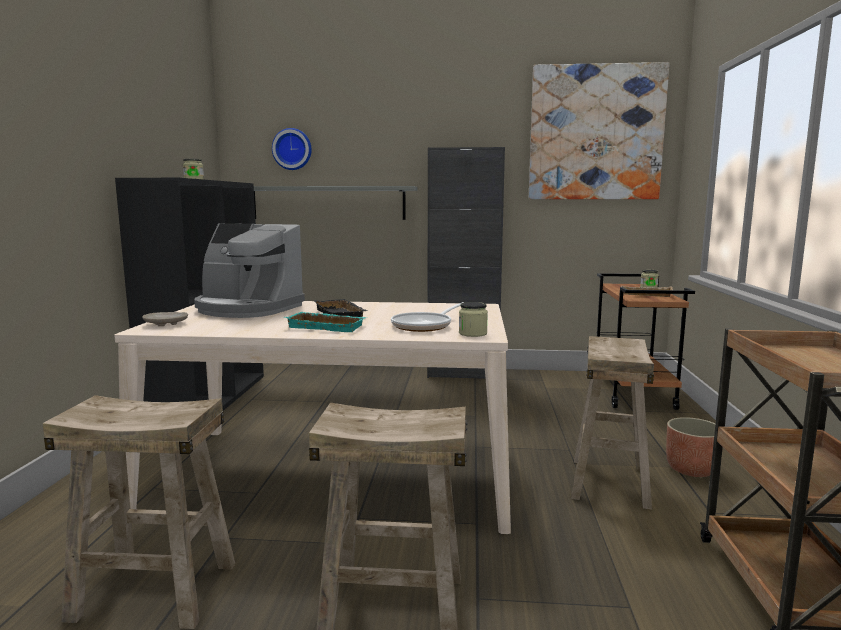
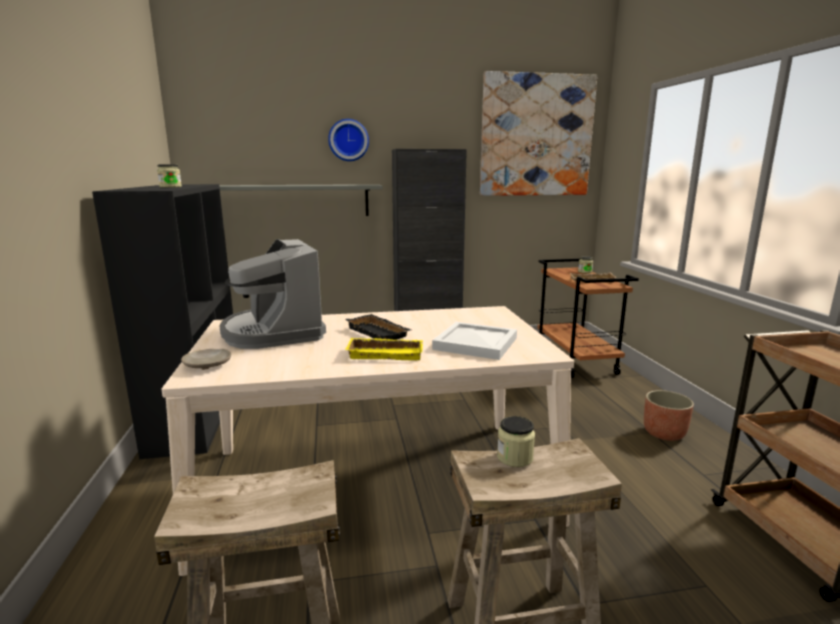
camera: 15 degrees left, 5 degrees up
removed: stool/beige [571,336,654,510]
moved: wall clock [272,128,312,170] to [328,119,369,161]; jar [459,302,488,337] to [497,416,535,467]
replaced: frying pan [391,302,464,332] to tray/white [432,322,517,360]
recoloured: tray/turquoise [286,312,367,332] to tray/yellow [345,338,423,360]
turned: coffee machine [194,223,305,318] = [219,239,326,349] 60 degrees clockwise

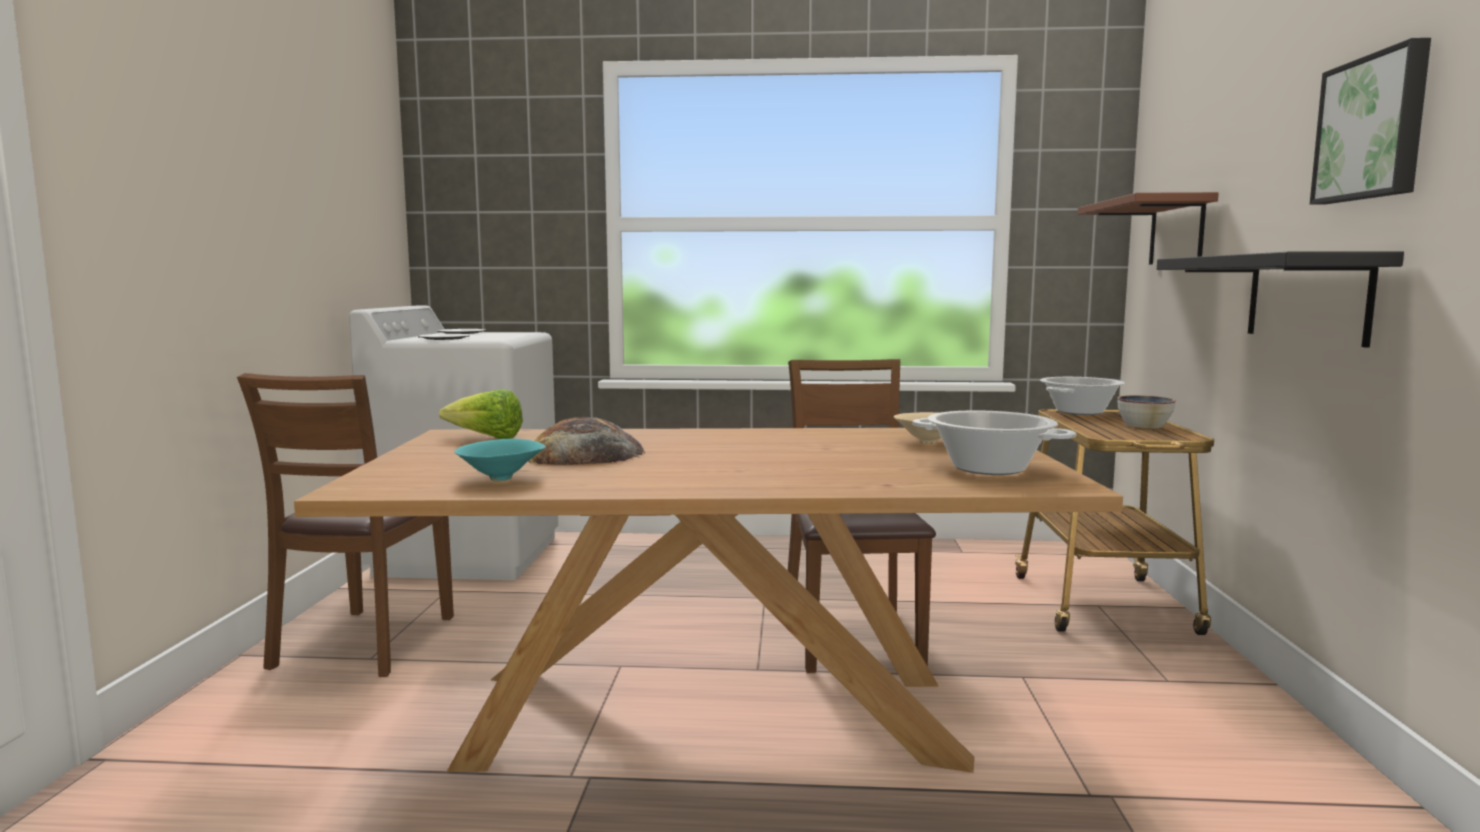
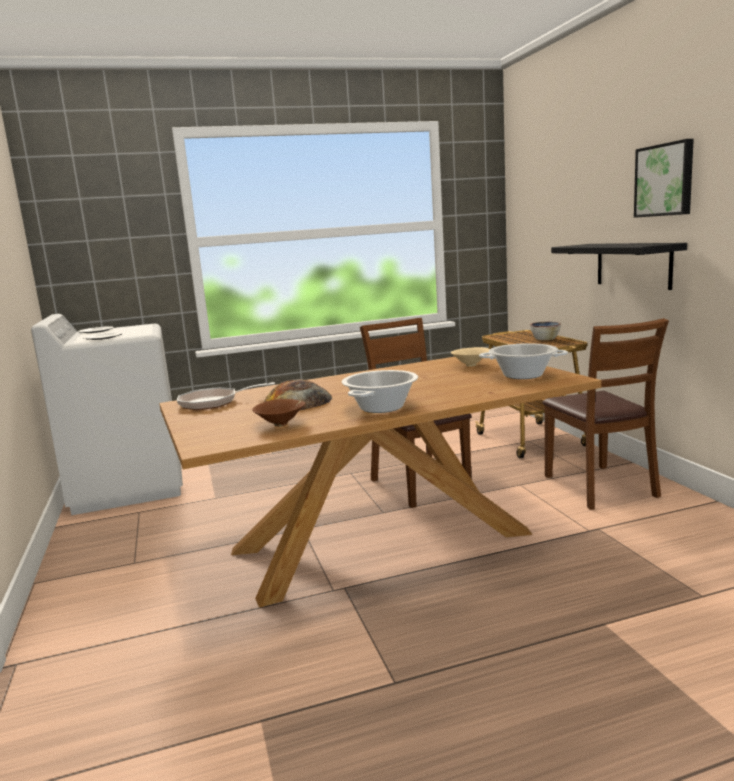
camera: 20 degrees left, 5 degrees up
removed: shelf/brown [1078,192,1219,265]
moved: cooking pot [1040,377,1125,415] to [342,370,418,413]; chair/brown [237,373,454,677] to [542,318,669,510]
replaced: lettuce [439,389,523,439] to frying pan [177,382,275,410]
recoloured: bowl/turquoise [454,439,546,481] to bowl/brown [252,399,305,427]

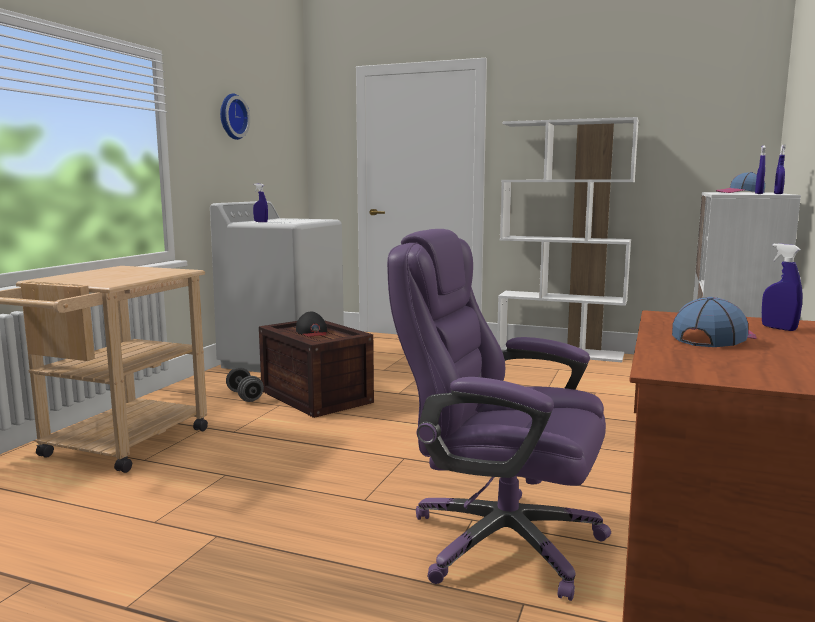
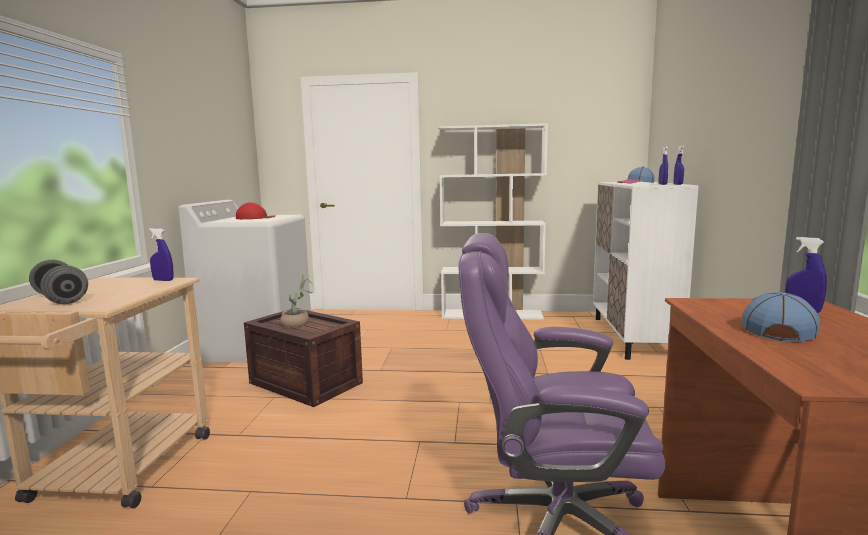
camera: 15 degrees left, 0 degrees up
removed: wall clock [220,94,250,140]
added: cap/red [236,202,276,219]
moved: dumbbell/grey [226,367,264,402] to [29,260,88,304]; spray bottle/blue [253,184,268,222] to [149,228,174,281]
replaced: cap/black [296,312,327,337] to potted plant [281,275,313,328]

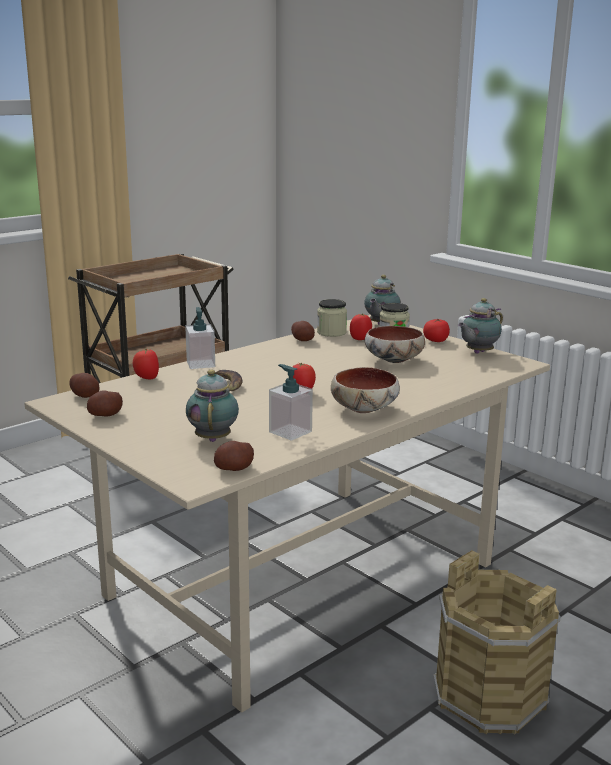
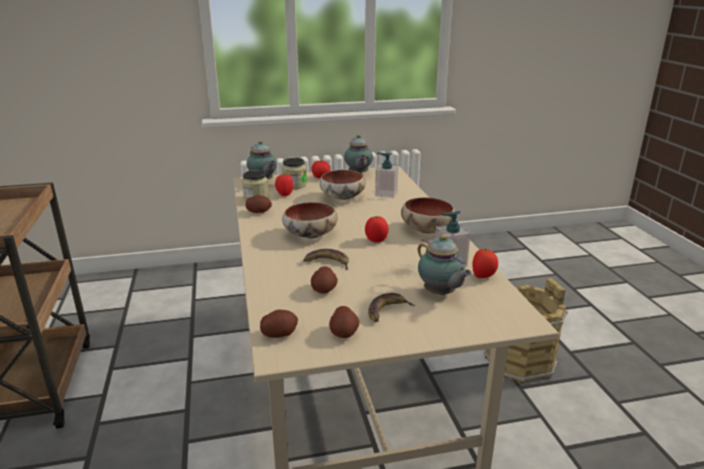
camera: 60 degrees left, 5 degrees up
added: bowl [282,202,337,238]; banana [368,293,415,322]
moved: potato [214,441,254,471] to [311,266,338,293]; soap dispenser [185,307,215,369] to [375,152,398,198]; tomato [133,349,159,379] to [472,248,498,278]
turned: teapot [186,370,239,442] = [418,234,472,295] 150 degrees counterclockwise

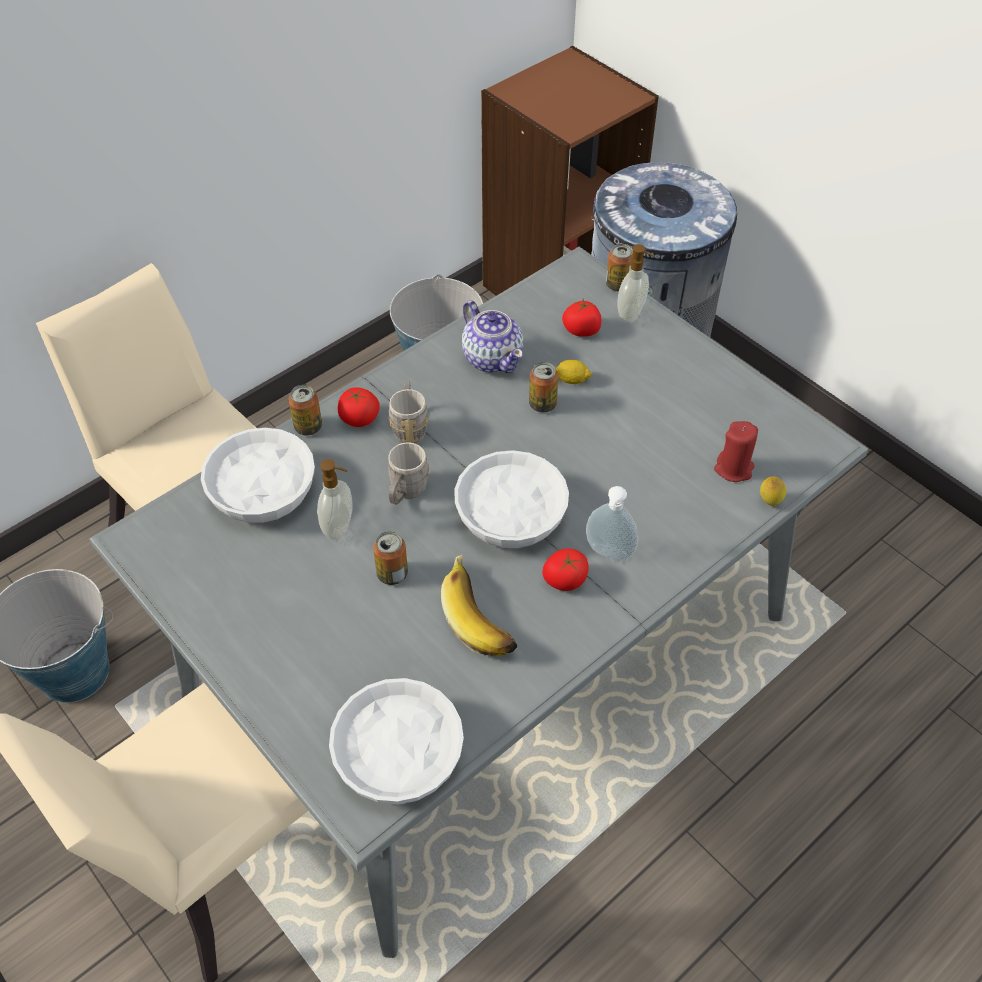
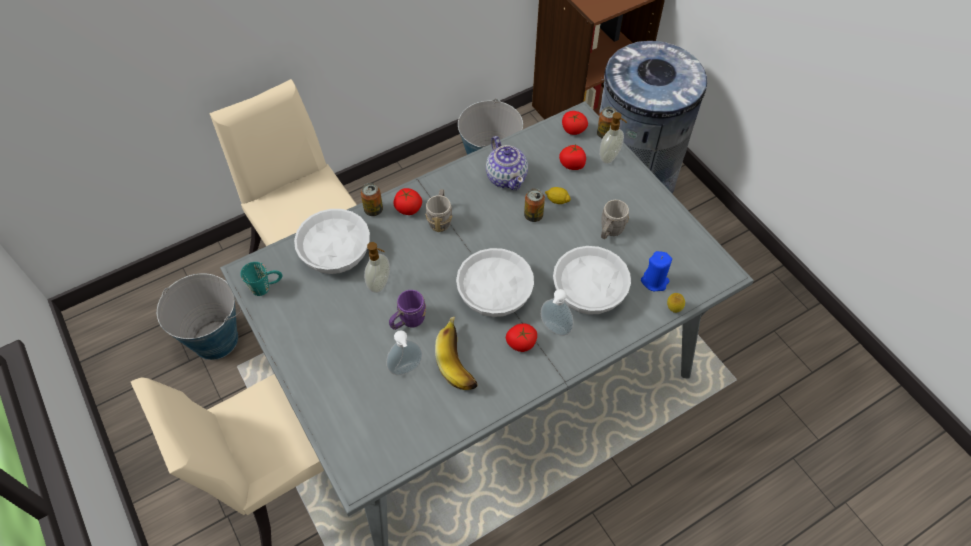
camera: 10 degrees right, 5 degrees up
added: mug/turquoise [240,262,283,296]; soap dispenser [386,330,423,376]; tomato [562,111,588,135]
moved: bowl/white [329,678,464,805] to [553,246,631,315]; mug/grey [388,442,429,505] to [601,200,629,239]
replaced: can [373,531,408,585] to mug/purple [389,290,426,330]
recoloured: candle/red [714,421,758,482] to candle/blue [641,251,672,291]

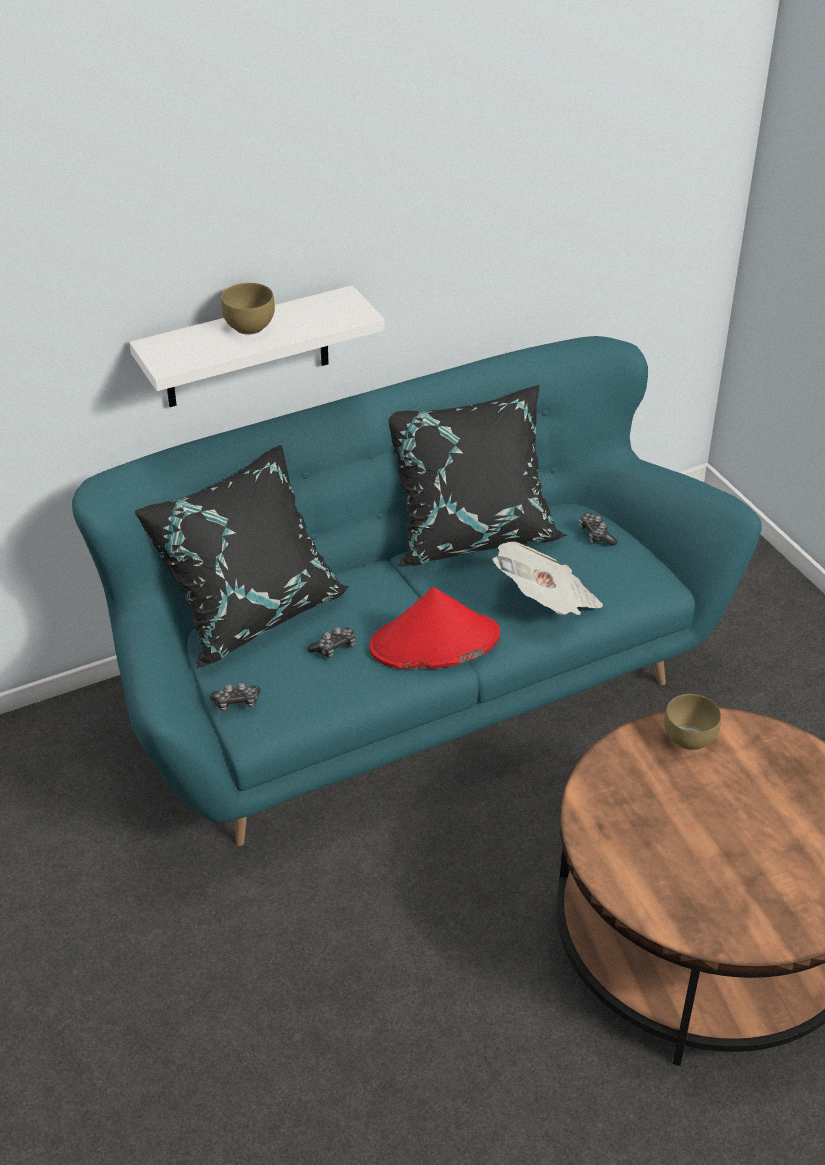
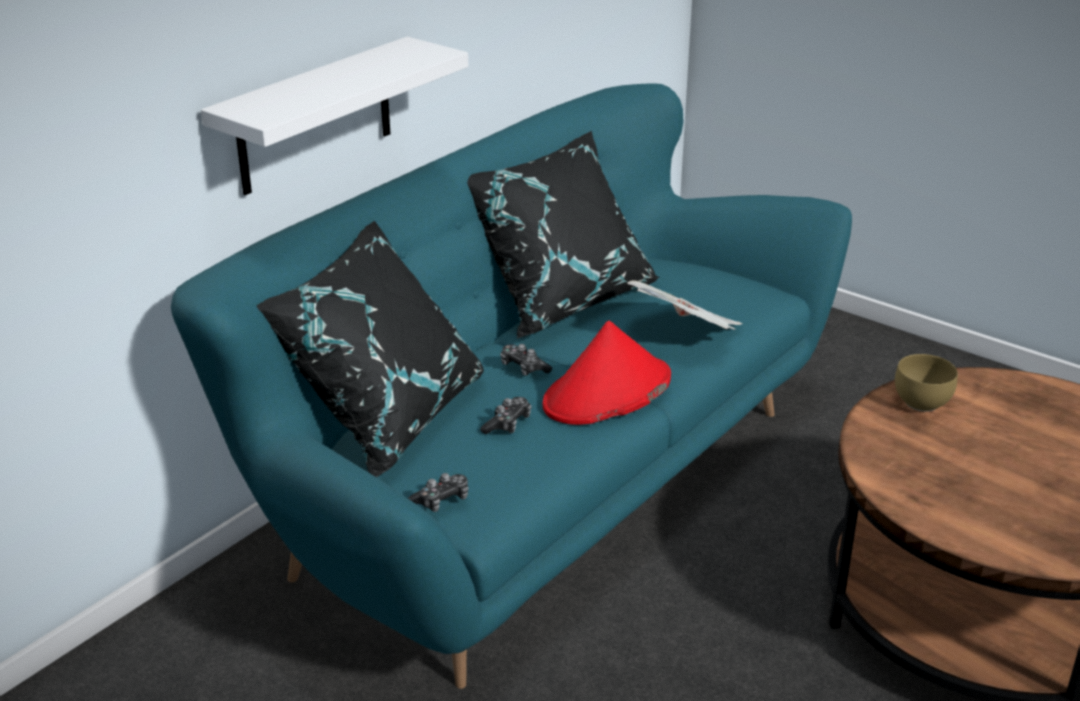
camera: 25 degrees left, 10 degrees down
removed: bowl/brown [221,283,275,335]
moved: game controller [579,513,618,546] to [500,344,552,376]

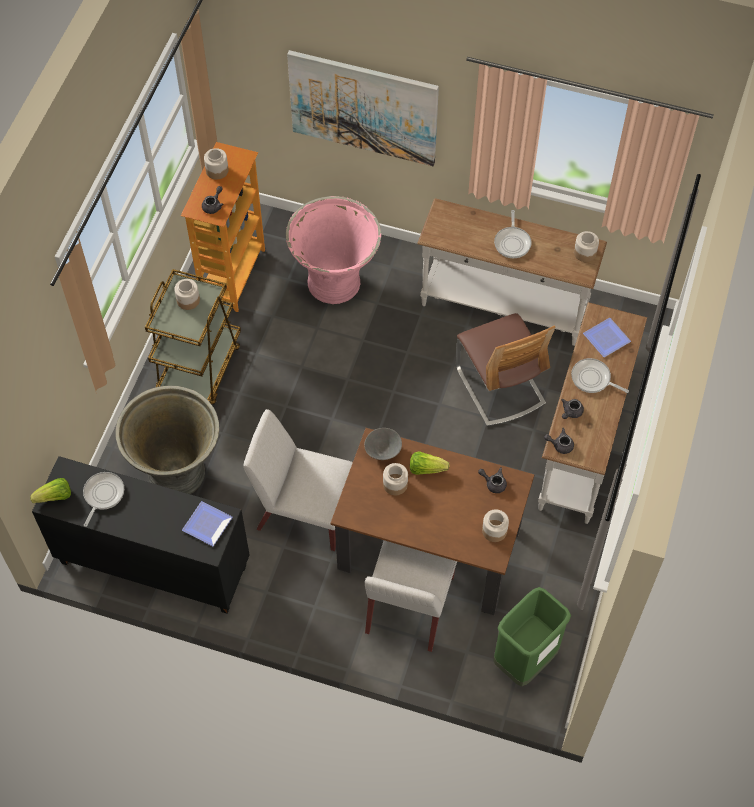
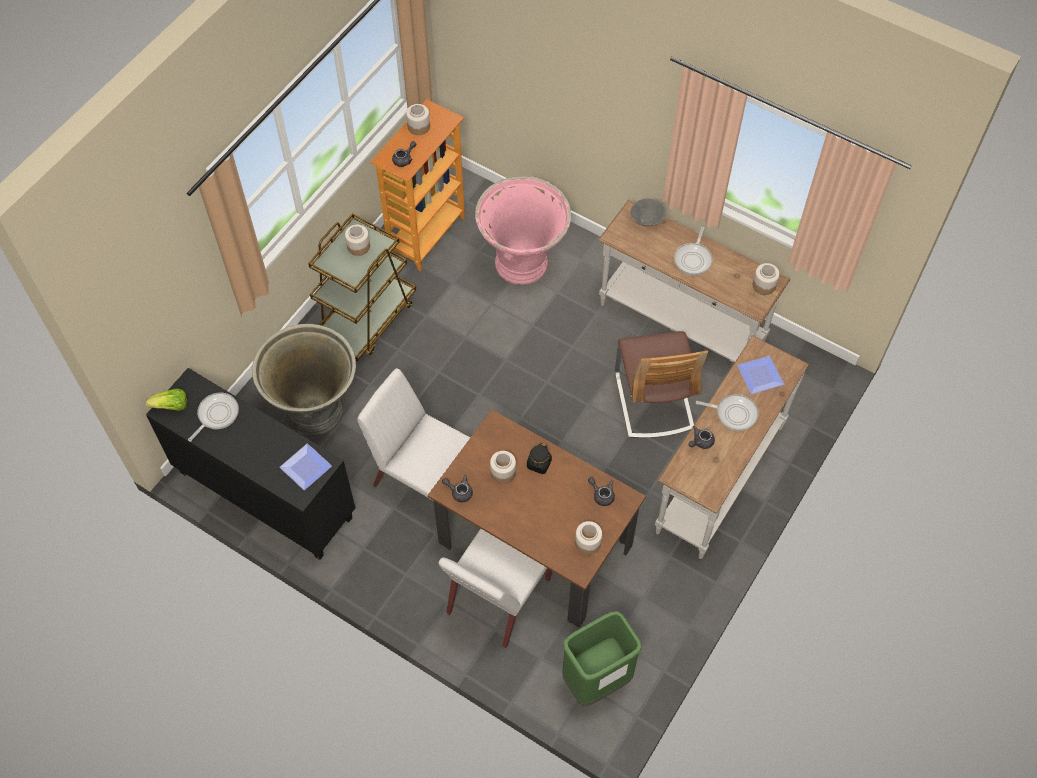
camera: 15 degrees right, 0 degrees up
removed: picture [287,50,439,166]
moved: teapot/grey [544,428,574,454] to [442,475,473,502]; bowl/grey [364,428,402,460] to [630,198,666,226]
replaced: lettuce [410,451,450,475] to jar/black [527,443,552,474]
turned: frying pan [571,358,629,393] = [696,394,759,431] 150 degrees clockwise

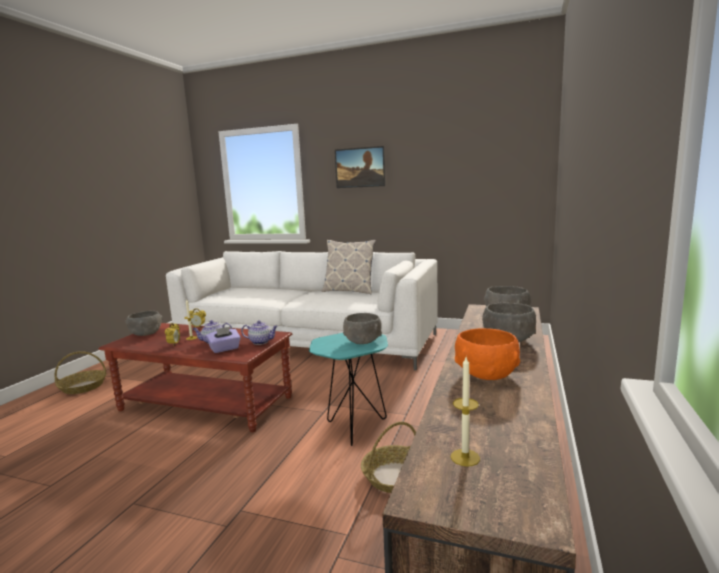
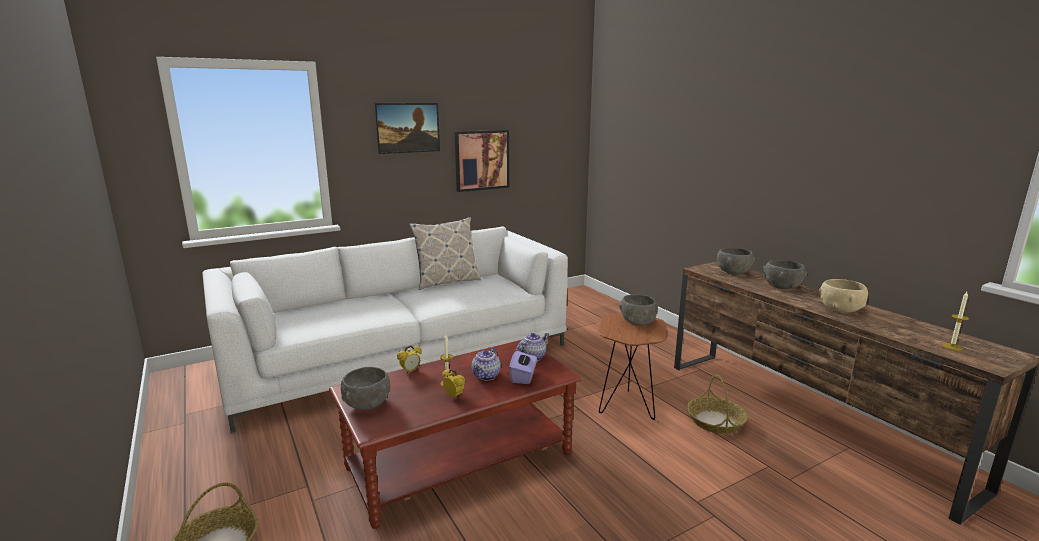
camera: 50 degrees left, 5 degrees up
added: picture [455,130,509,192]
recoloured: side table/turquoise [309,333,388,446] to side table/brown [598,313,667,420]; bowl/orange [455,328,520,380] to bowl/beige [819,279,868,313]

